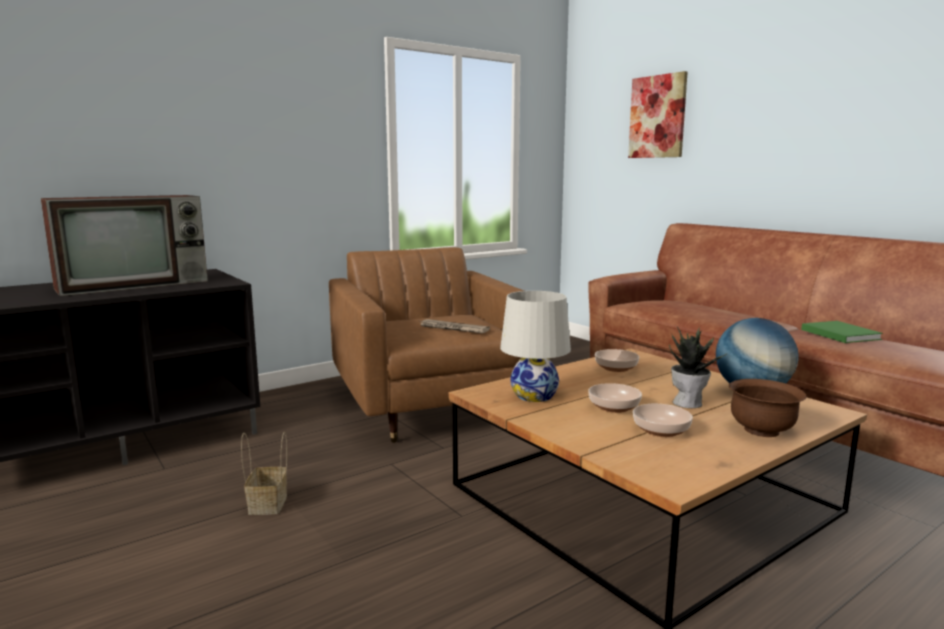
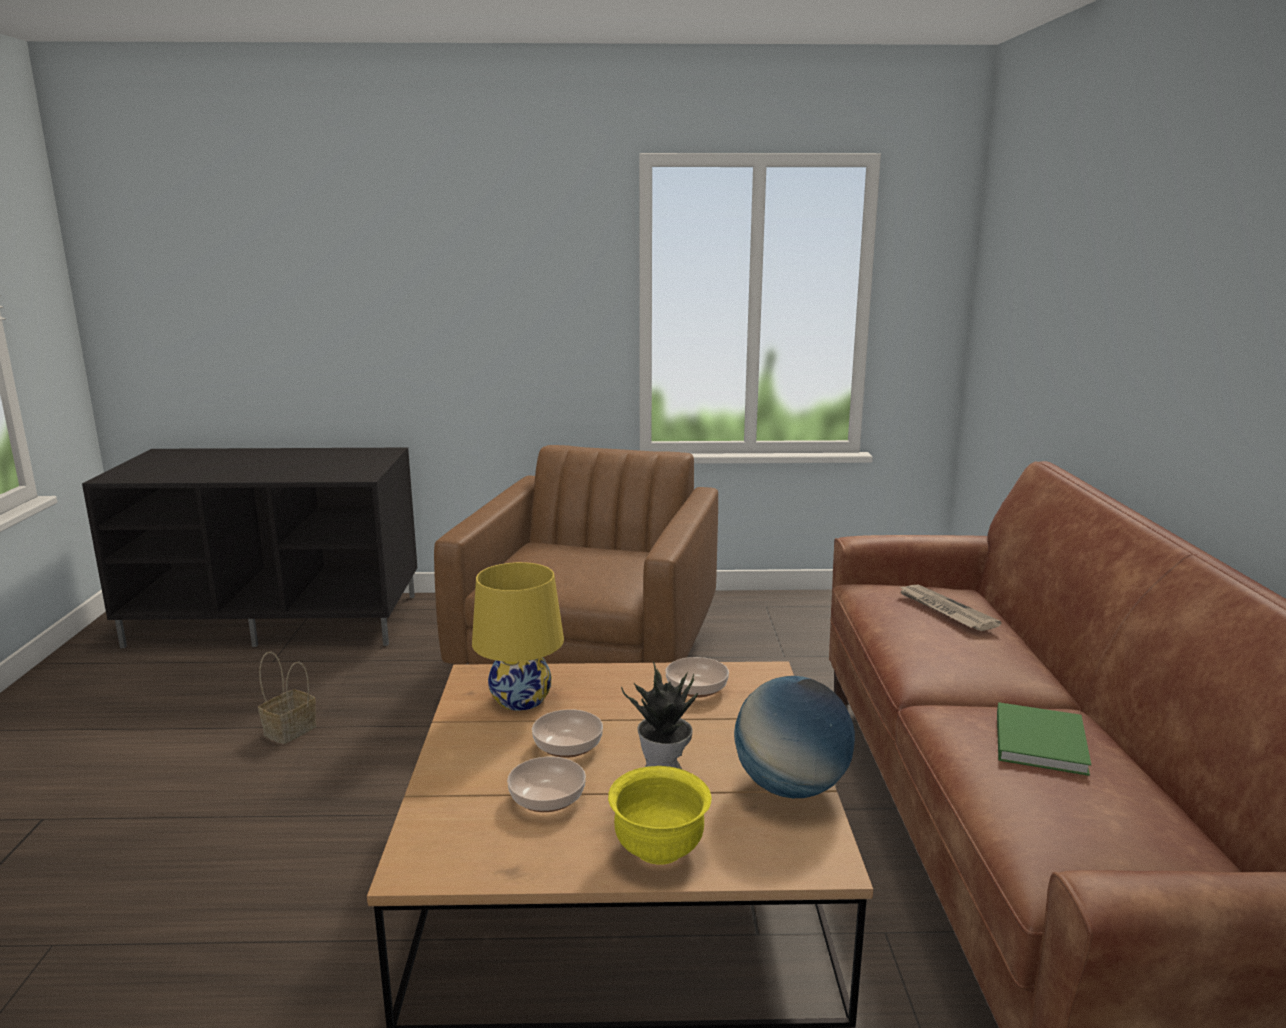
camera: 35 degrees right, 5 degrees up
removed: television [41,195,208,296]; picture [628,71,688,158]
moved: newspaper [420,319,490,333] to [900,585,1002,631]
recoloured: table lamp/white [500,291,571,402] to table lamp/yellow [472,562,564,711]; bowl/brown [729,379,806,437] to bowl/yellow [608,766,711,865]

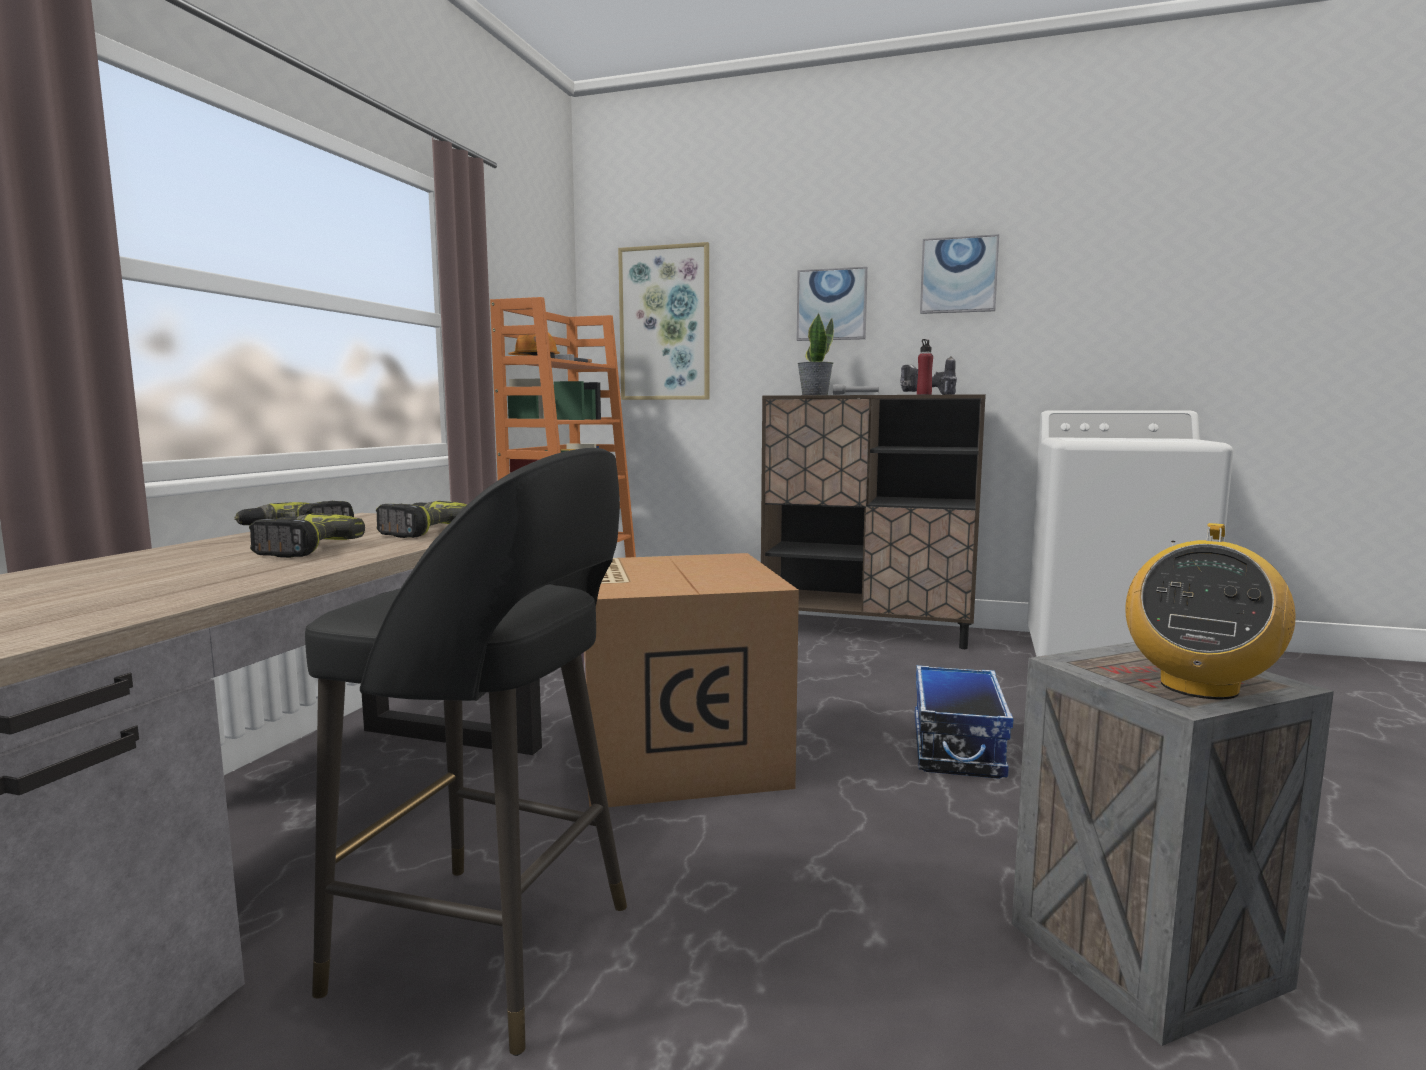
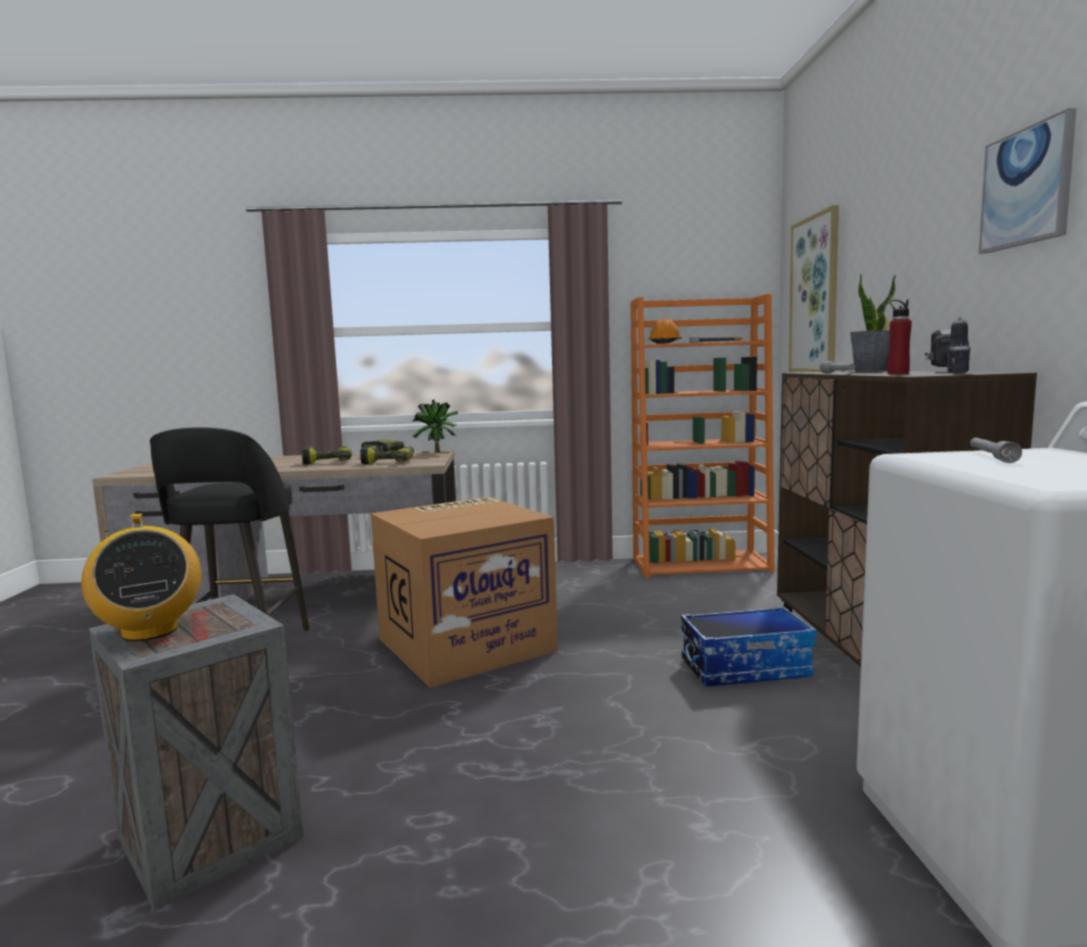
camera: 70 degrees right, 0 degrees up
removed: picture [797,267,868,341]
added: potted plant [412,400,458,452]; flashlight/grey [970,438,1022,463]
moved: storage box [915,665,1013,779] to [681,607,817,687]
turned: radio [1125,523,1296,700] = [81,513,201,641] 135 degrees counterclockwise

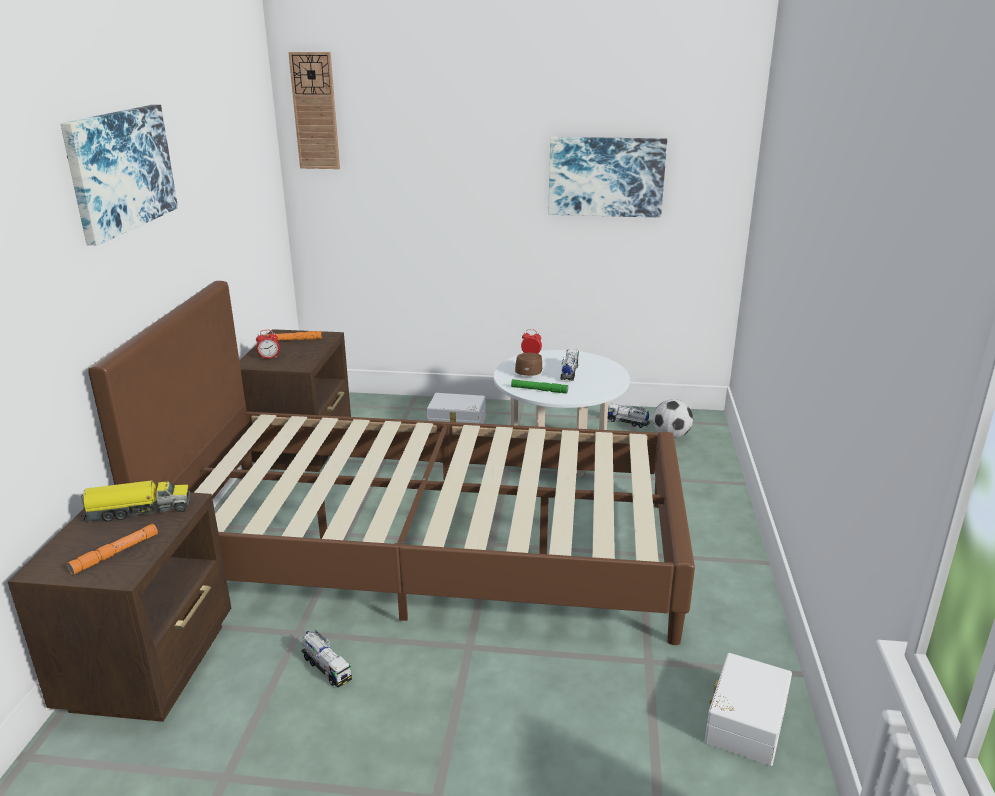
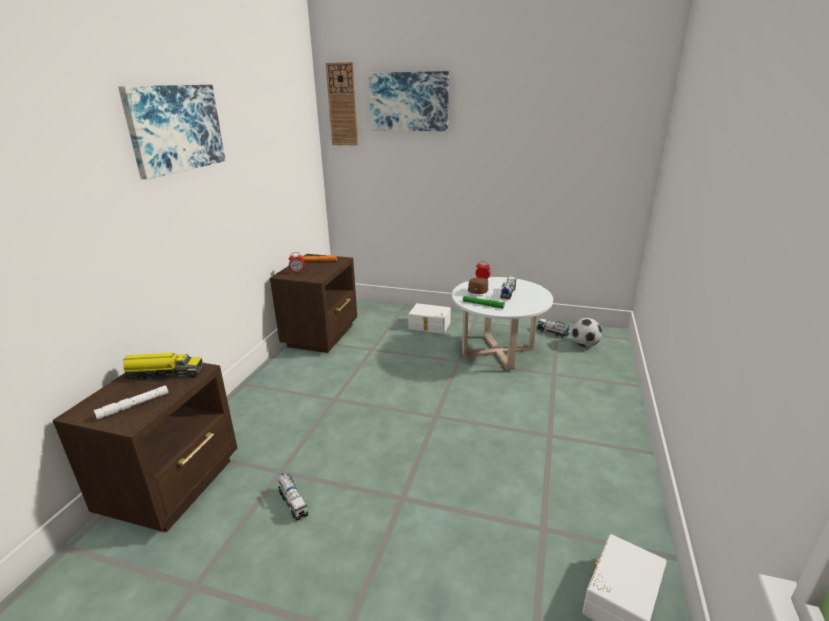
camera: 10 degrees right, 0 degrees up
removed: bed/brown [88,281,695,645]
moved: picture [549,137,667,217] to [368,71,449,131]
recoloured: flashlight/orange [67,524,158,575] to flashlight/white [94,385,169,420]

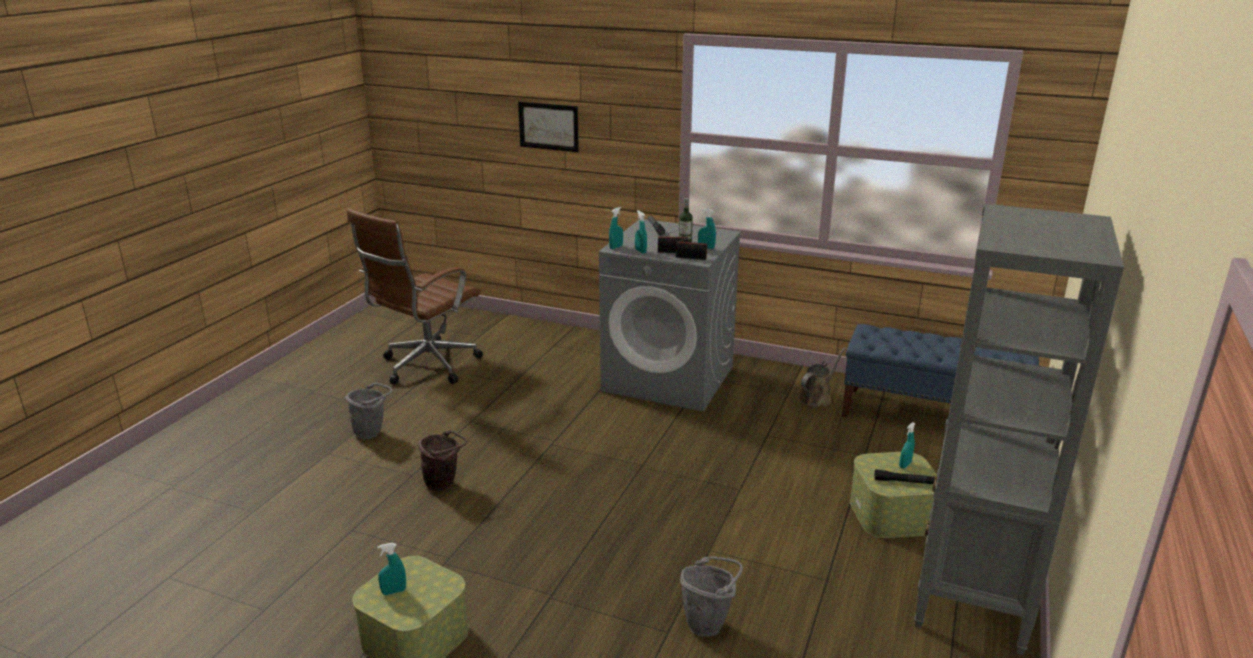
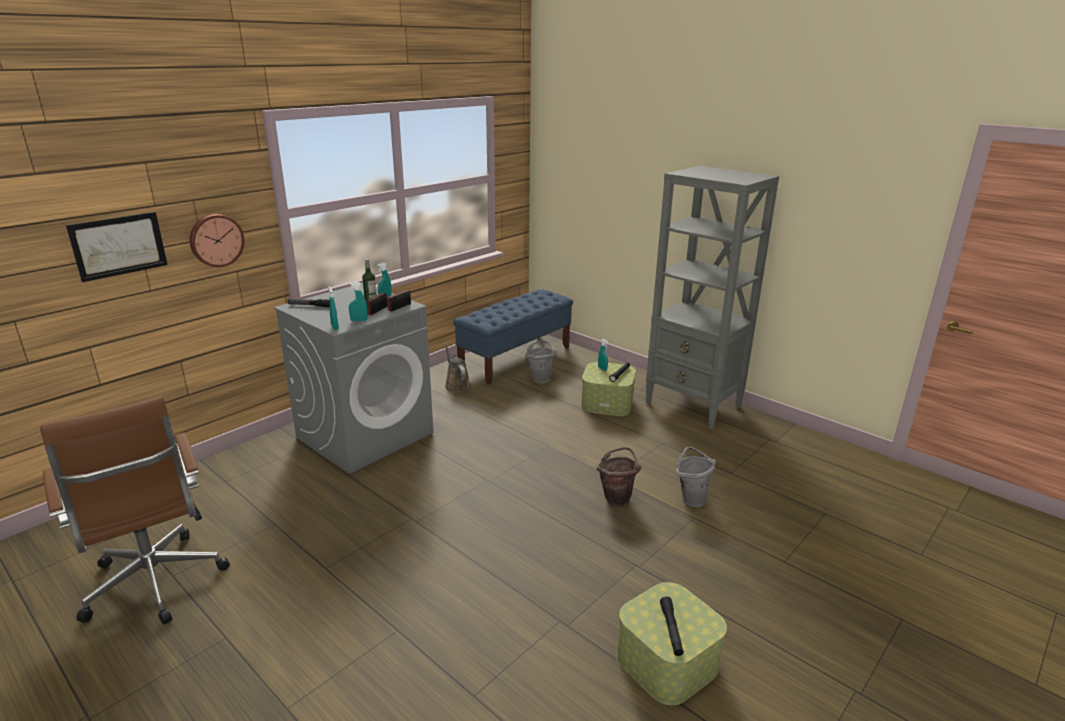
camera: 70 degrees left, 0 degrees up
added: wall clock [190,214,245,267]
moved: bucket/grey [345,383,393,439] to [525,341,557,383]; bucket/brown [418,430,467,491] to [596,447,641,507]
replaced: spray bottle/turquoise [377,543,406,595] to flashlight/black [660,596,684,656]

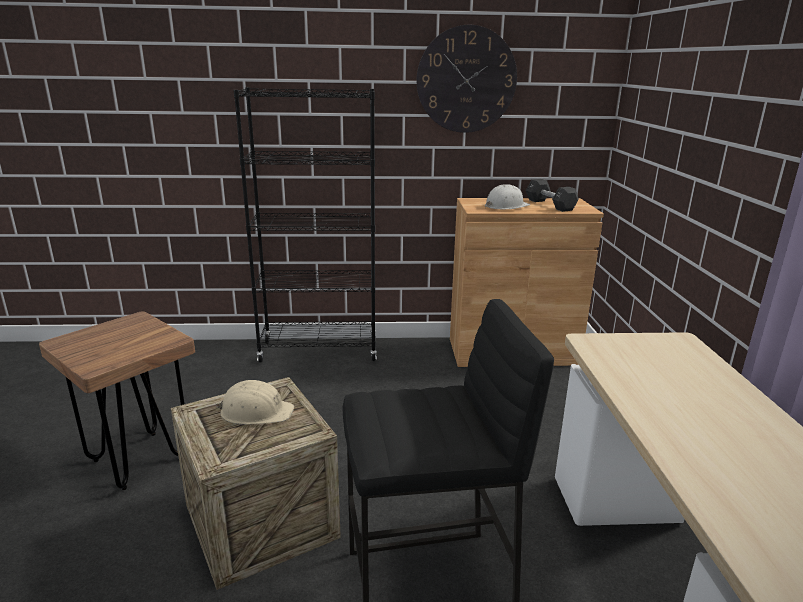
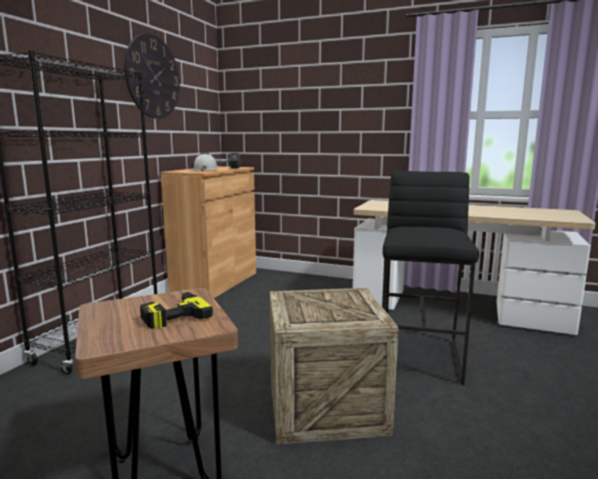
camera: 65 degrees left, 10 degrees down
removed: hard hat/beige [216,380,294,425]
added: power drill [140,288,213,329]

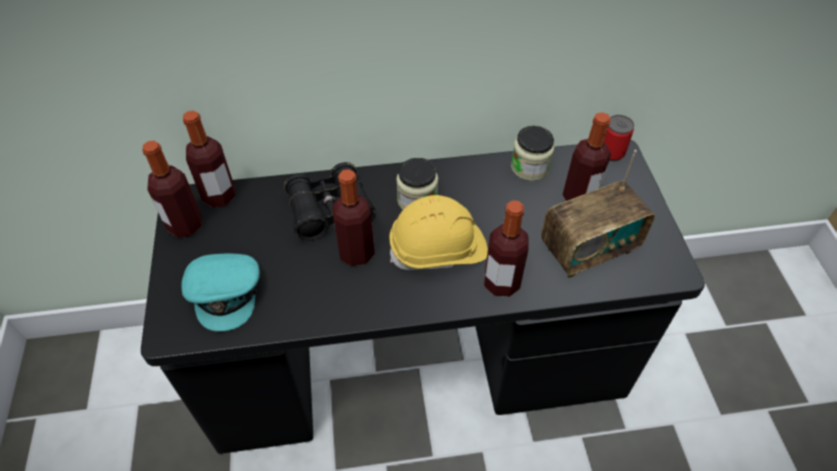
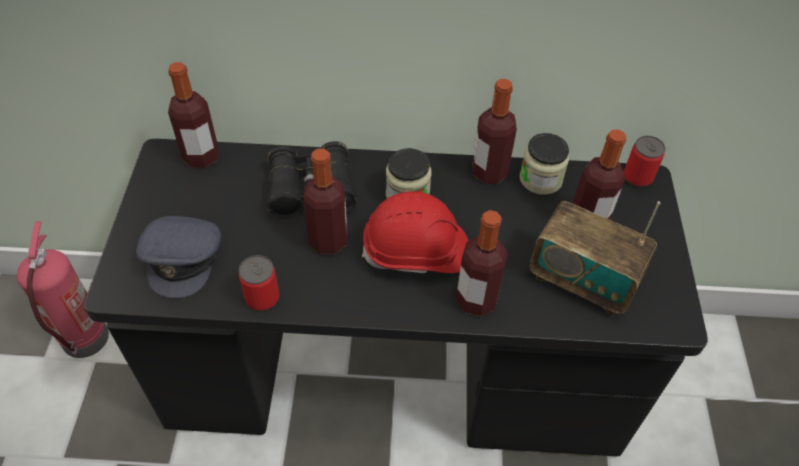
camera: 10 degrees right, 0 degrees up
added: fire extinguisher [17,222,109,358]; can [239,255,280,311]
moved: bottle [143,141,202,238] to [472,79,517,184]
recoloured: cap/turquoise [181,254,260,331] to cap/grey [136,216,221,298]; hard hat/yellow [390,195,488,270] to hard hat/red [362,191,468,274]
turned: radio [541,150,655,278] = [530,201,660,316] 45 degrees clockwise

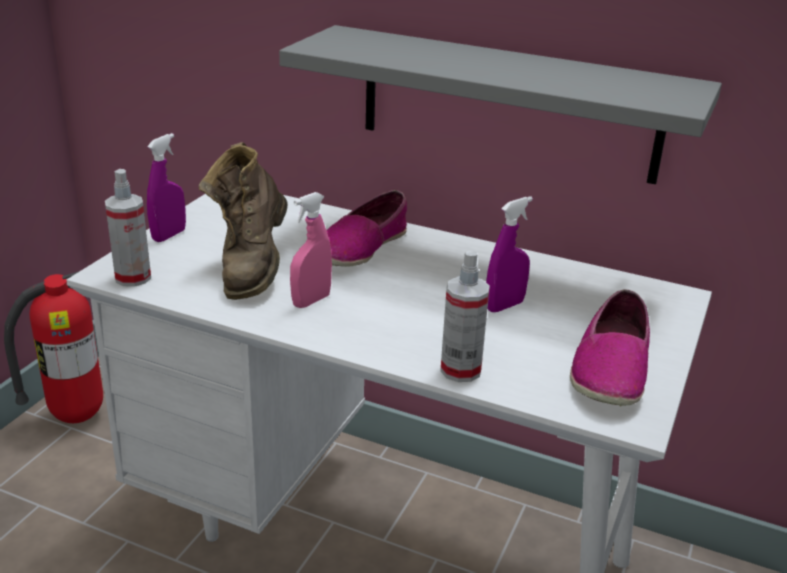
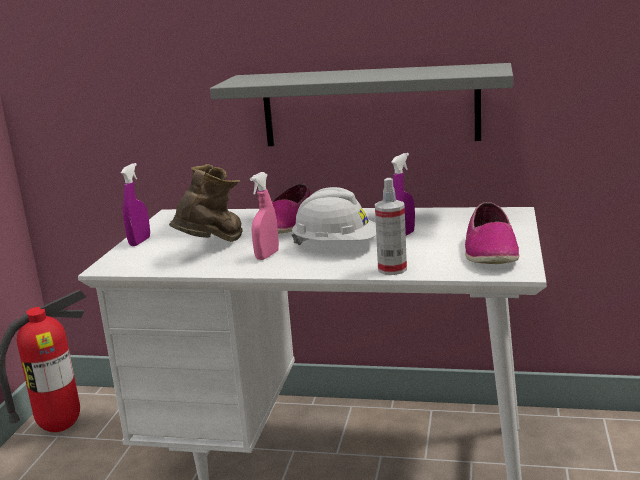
camera: 10 degrees left, 10 degrees down
removed: spray bottle [105,169,151,287]
added: hard hat/white [291,187,376,245]
turned: boot/brown [199,142,287,300] = [169,164,243,242] 150 degrees counterclockwise

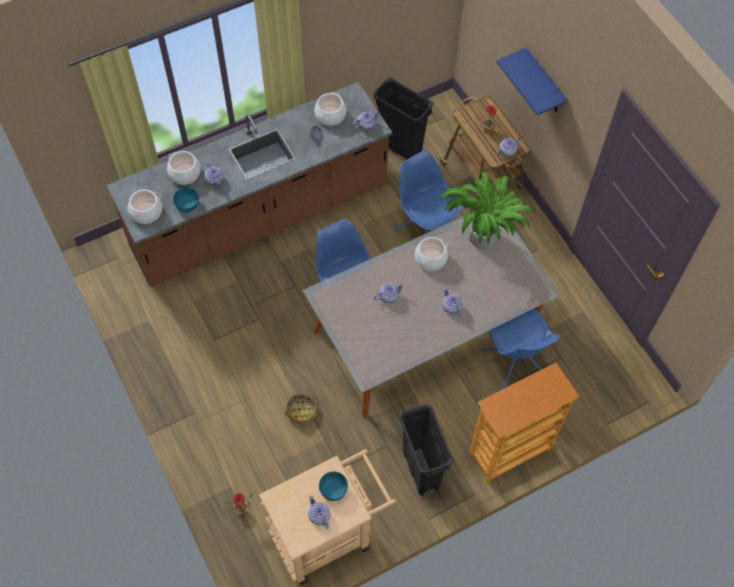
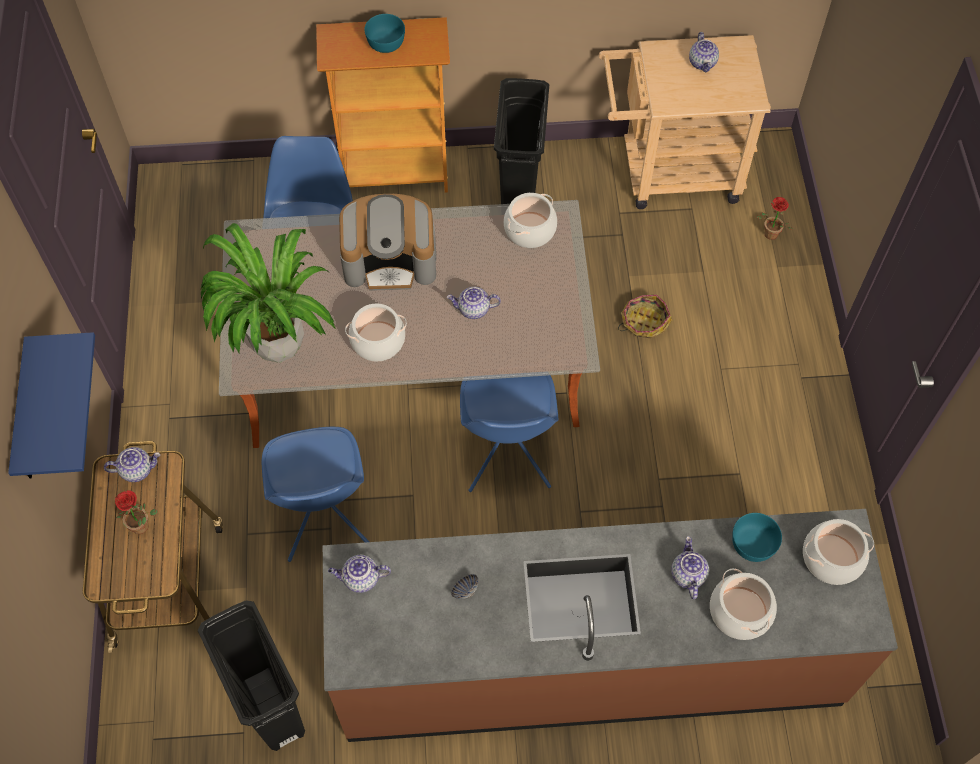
camera: 155 degrees left, 0 degrees up
moved: bowl/turquoise [319,471,348,501] to [365,14,405,53]; cooking pot [315,92,346,126] to [504,193,557,248]
replaced: teapot [442,288,462,317] to coffee machine [339,194,436,291]

